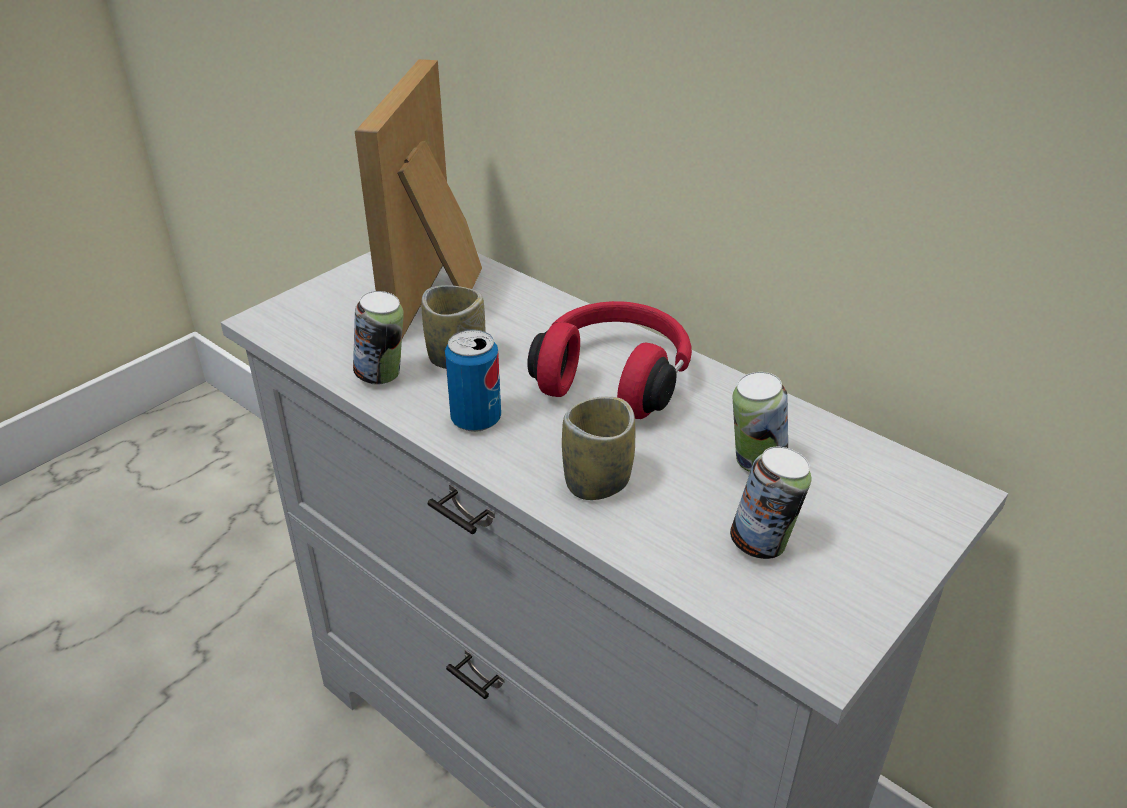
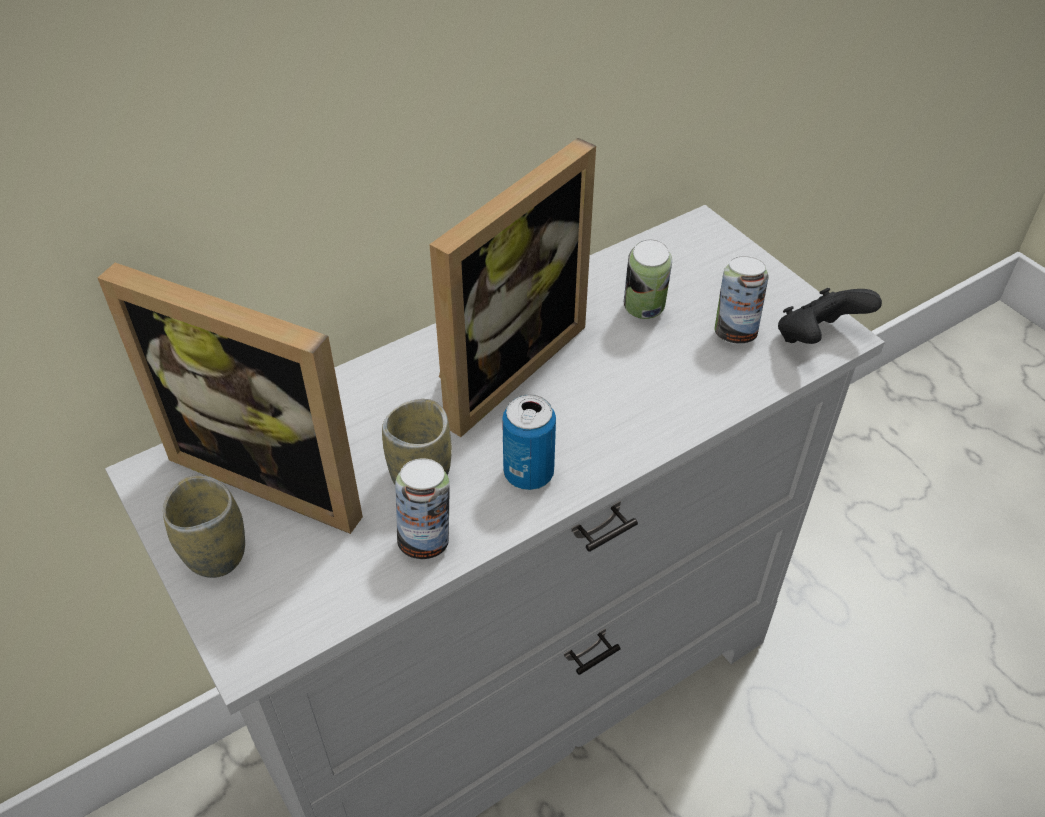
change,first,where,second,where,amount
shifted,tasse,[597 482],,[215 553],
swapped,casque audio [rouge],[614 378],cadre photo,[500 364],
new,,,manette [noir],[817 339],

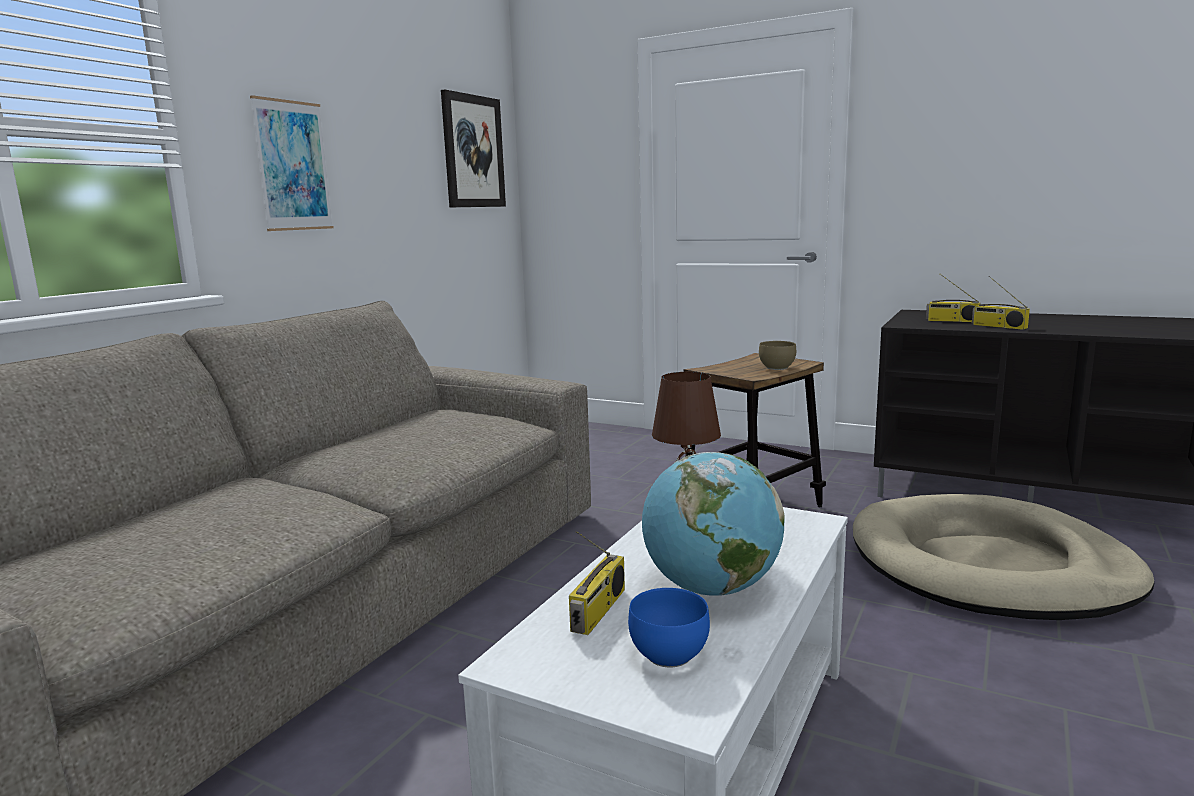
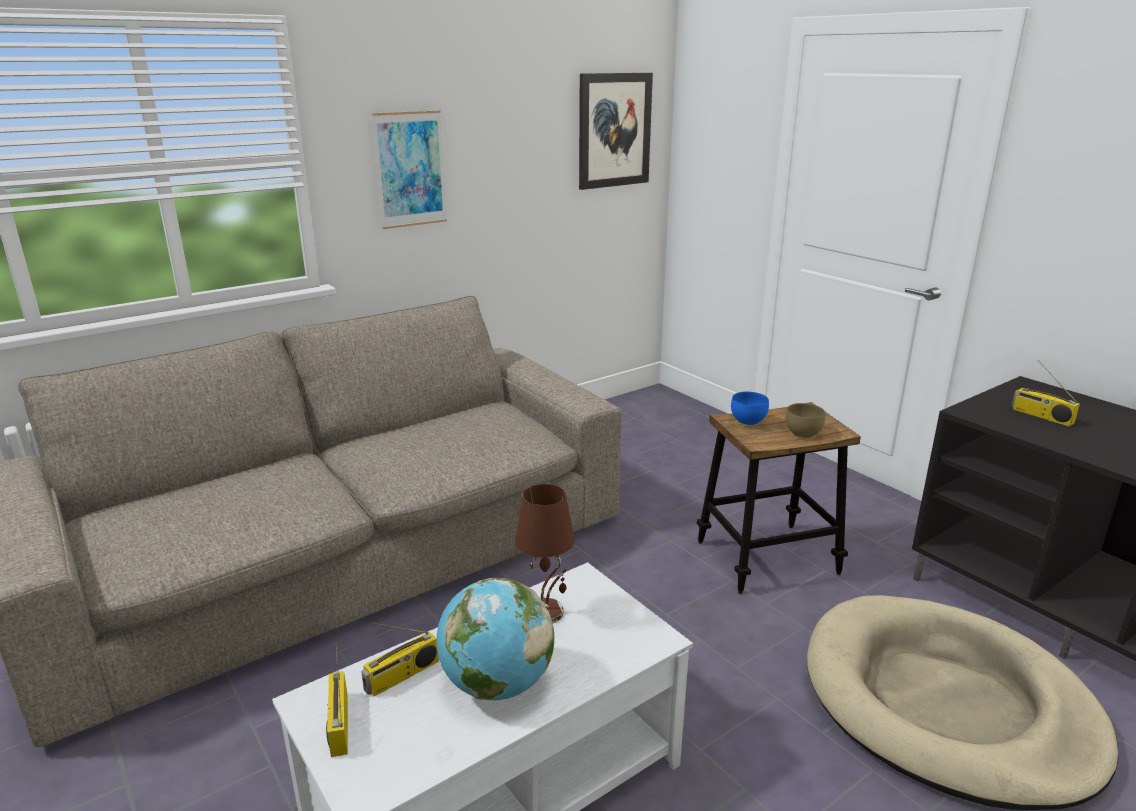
change,first,where,second,where,amount
shifted,radio,[998 326],,[338 723],
shifted,bol [bleu],[666 654],,[747 420],

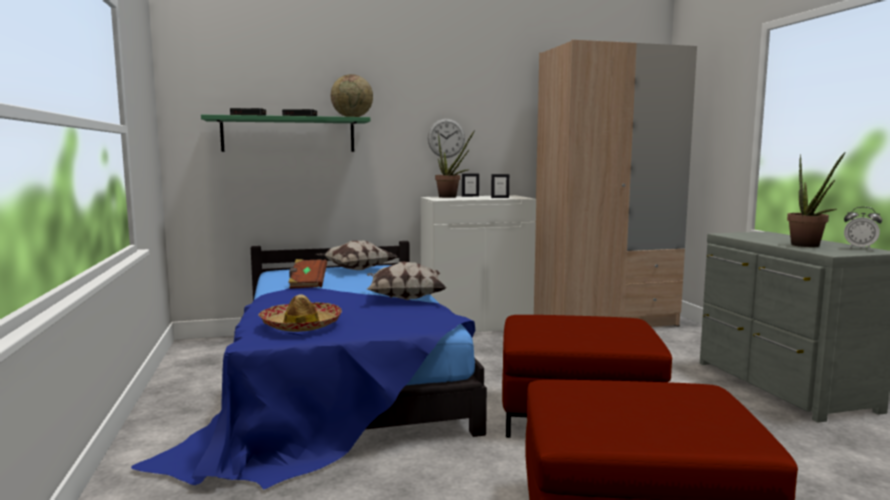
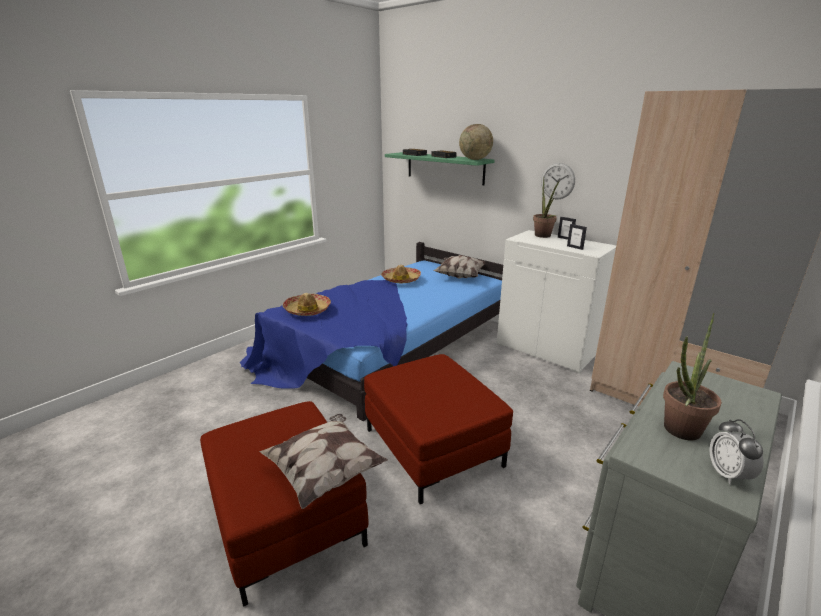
change,first,where,second,where,amount
shifted,coussin,[404 298],,[325 472],
swapped,livre [marron],[307 283],chapeau,[401 279],

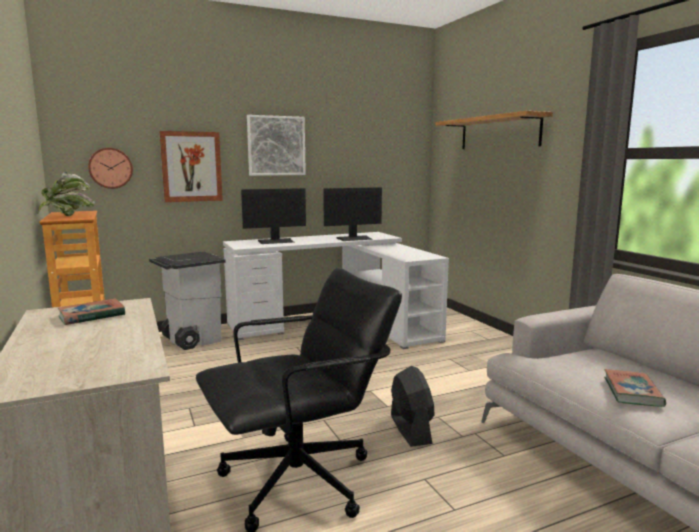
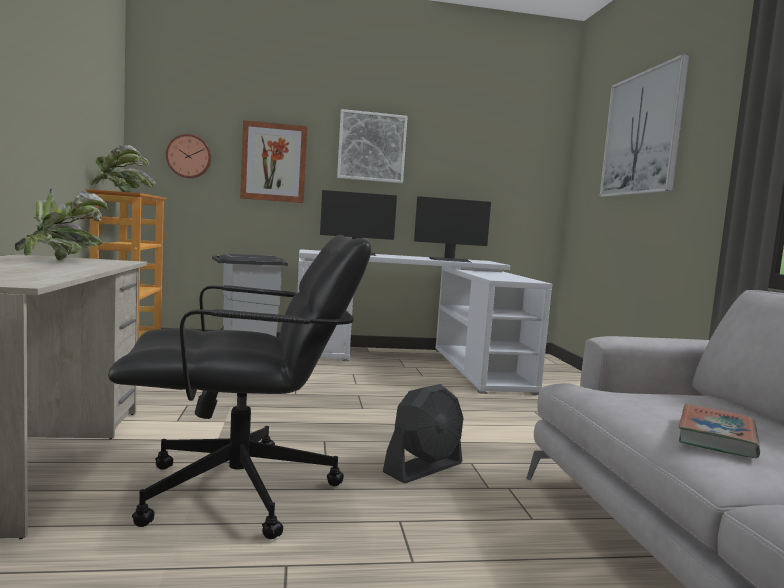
change,first,where,second,where,amount
swapped,livre,[92 316],plante en pot,[62 261],
rotated,ventilateur [noir],[410 429],,[424 468],45 degrees clockwise
swapped,étagère,[499 133],tableau,[642 134],

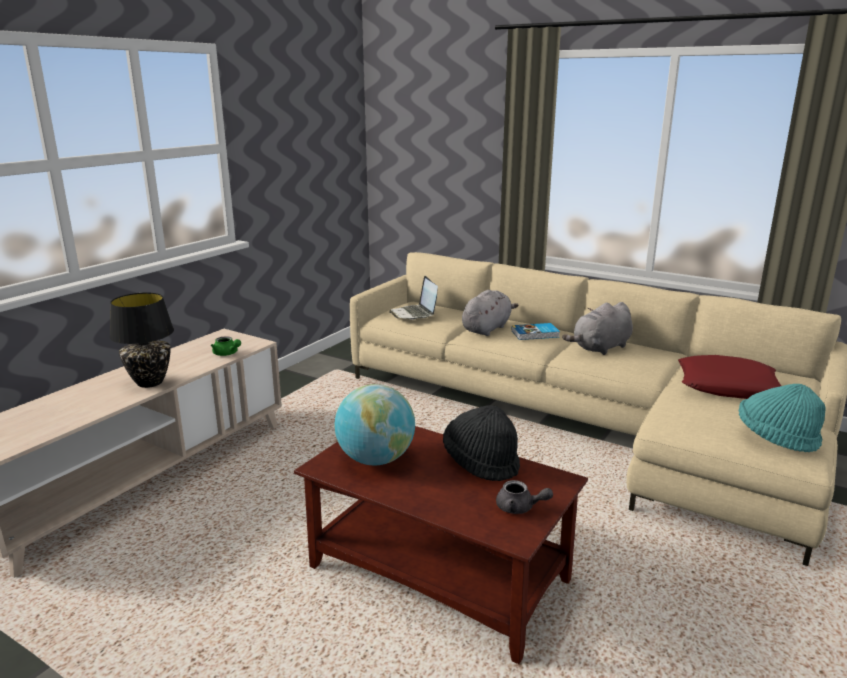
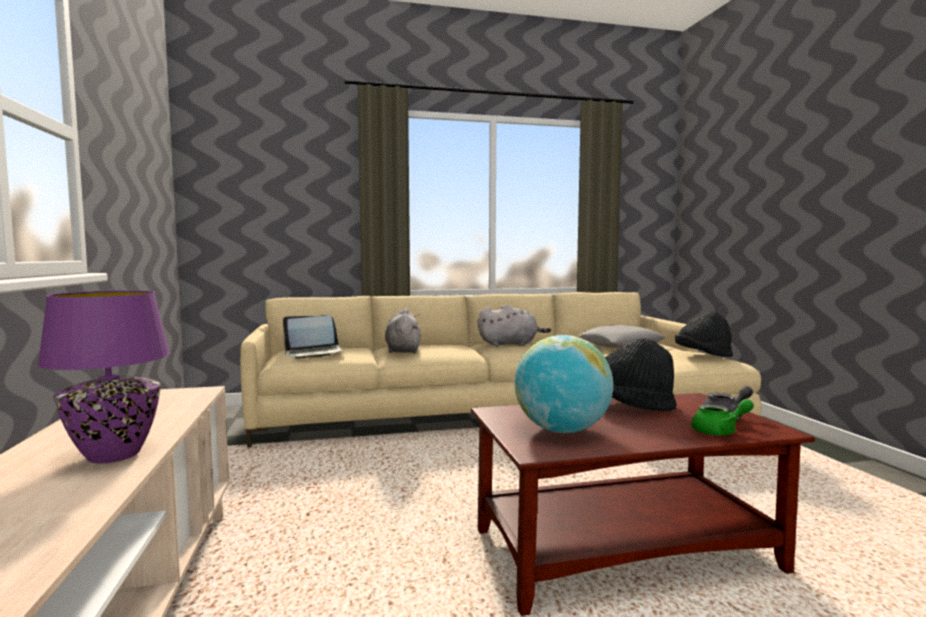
change,first,where,second,where,amount
repainted,lampe de table [noir],[150 383],lampe de table [violet],[115 455],
rotated,ordinateur portable,[414 314],,[314 353],45 degrees counterclockwise
rotated,peluche [gris],[600 348],,[510 344],105 degrees counterclockwise
repainted,coussin [rouge],[728 386],coussin [gris],[621 345],
repainted,chapeau [turquoise],[775 438],chapeau [noir],[703 356],
shifted,théière [vert],[227 354],,[720 431],
gone,livre,[535 334],,,

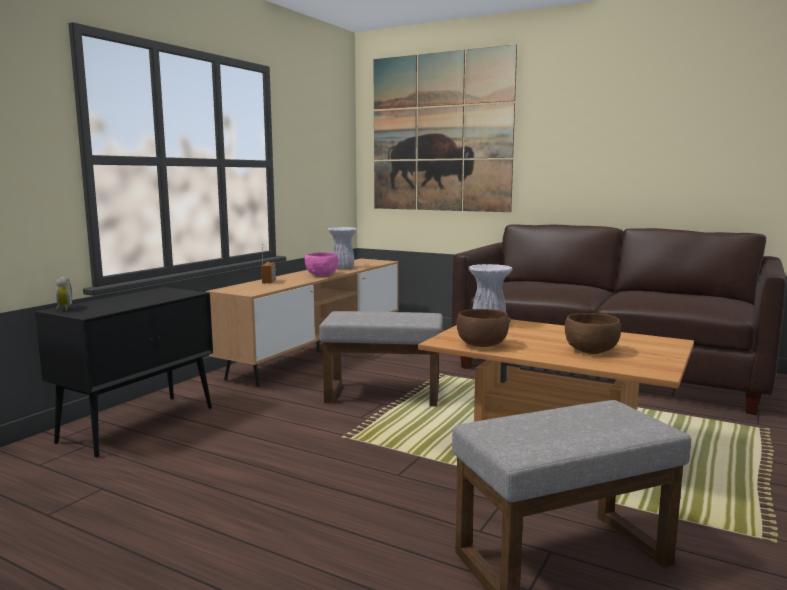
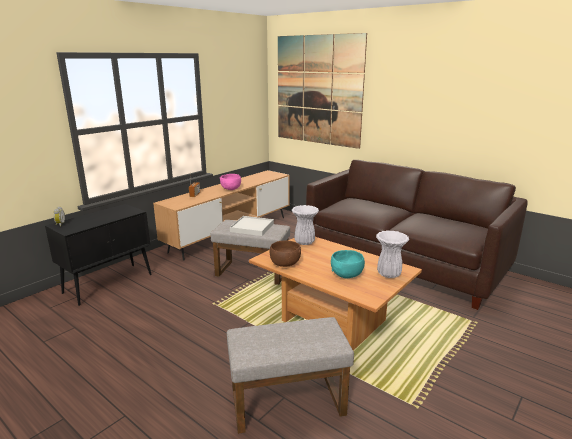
change,first,where,second,where,amount
new,,,plateau [blanc],[252 227],
repainted,bol [marron],[591 350],bol [turquoise],[347 274],
shifted,vase [blanc],[342 267],,[388 274],

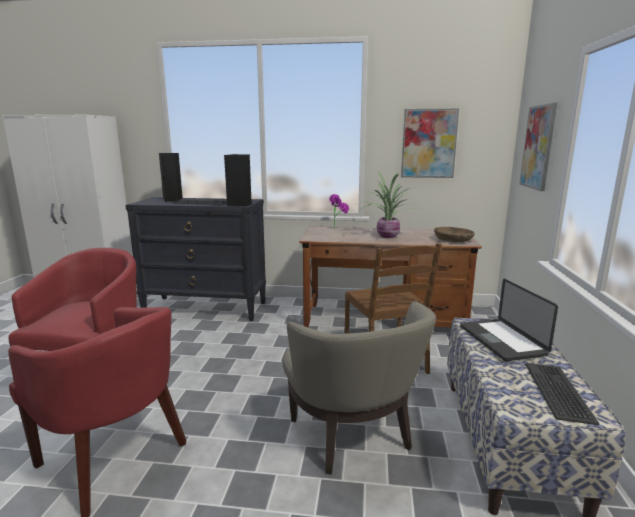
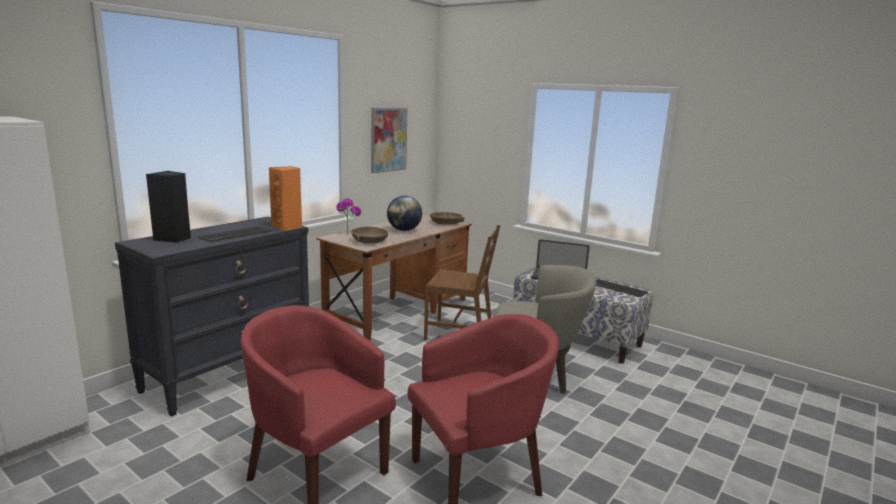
change,first,where,second,where,amount
repainted,enceinte [noir],[240 205],enceinte [orange],[287 227],
new,,,bol [marron],[369 240],
swapped,plante en pot,[388 236],globe,[404 230],
gone,tableau,[538 147],,,

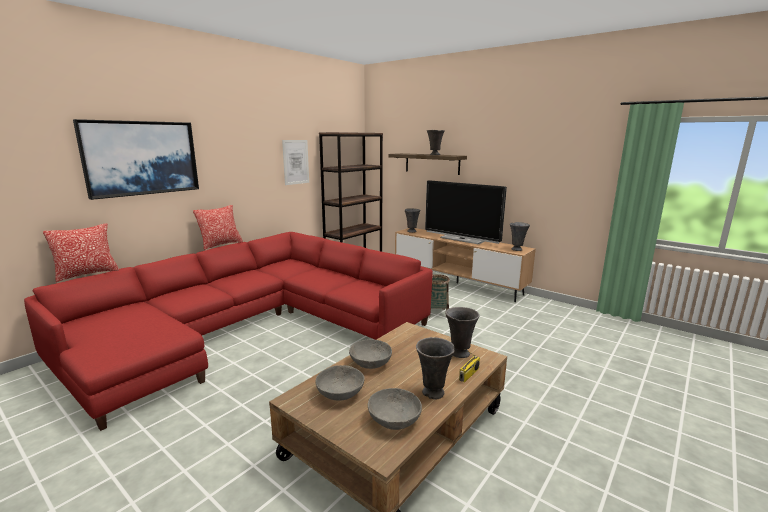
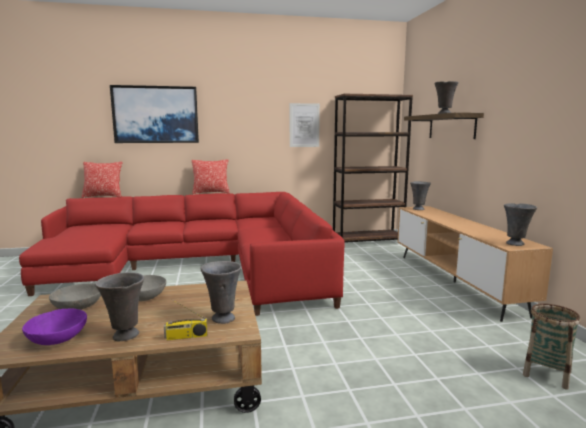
change,first,where,second,where,amount
repainted,bol [gris],[394 420],bol [violet],[58 338],
shifted,panier,[436 313],,[546 373],
gone,téléviseur,[462 239],,,

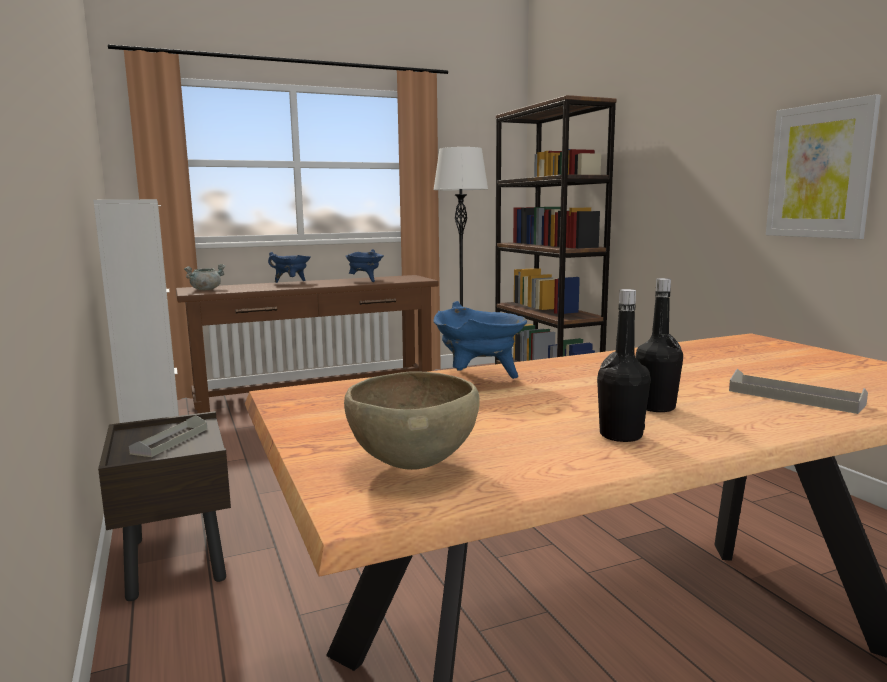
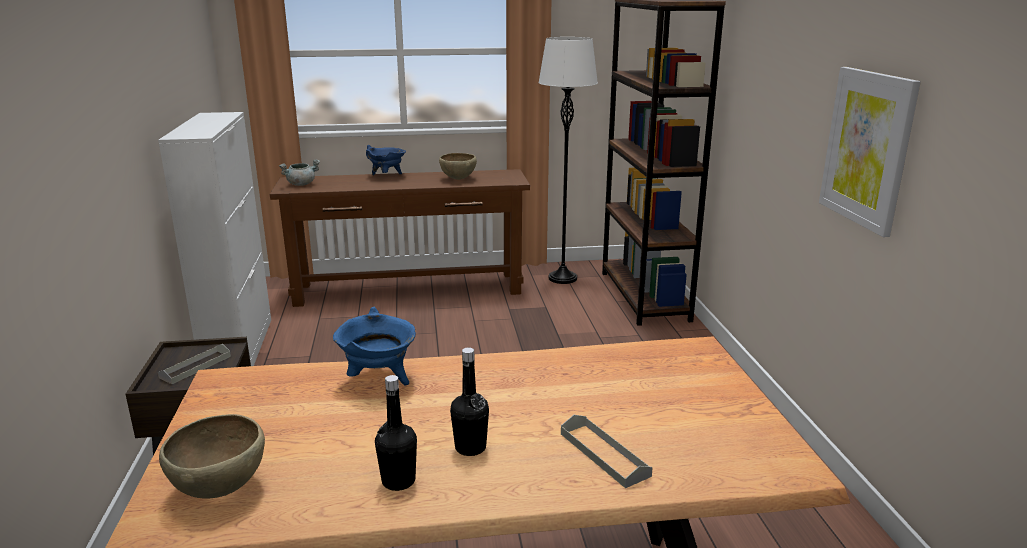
change,first,where,second,where,amount
swapped,marmite [bleu],[365 281],bol [marron],[458 179],

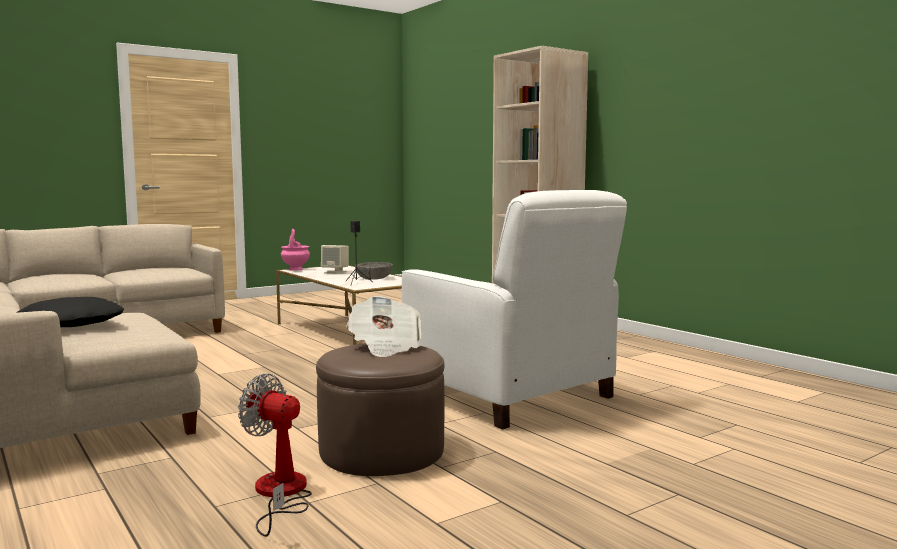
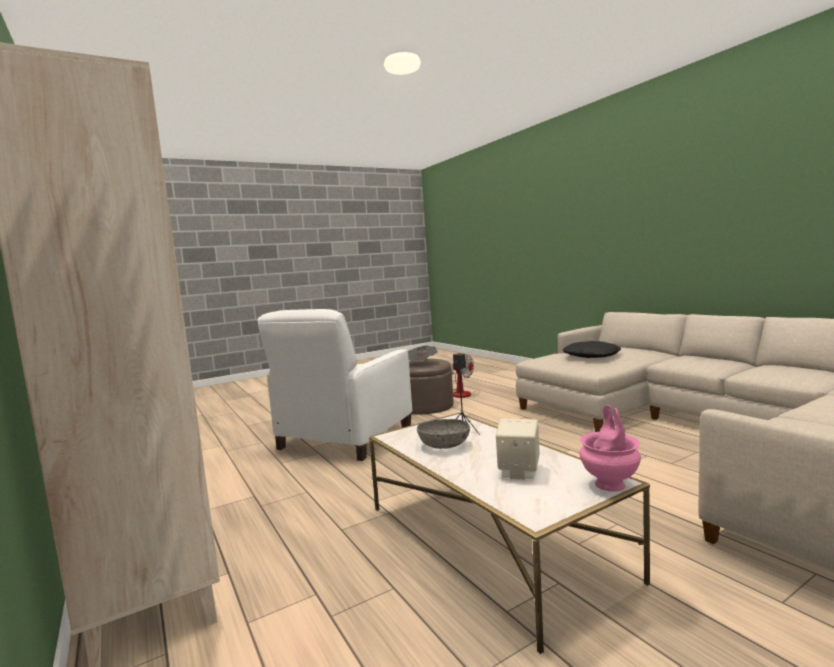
change,first,where,second,where,amount
rotated,fauteuil [blanc],[510 395],,[345 438],120 degrees counterclockwise

